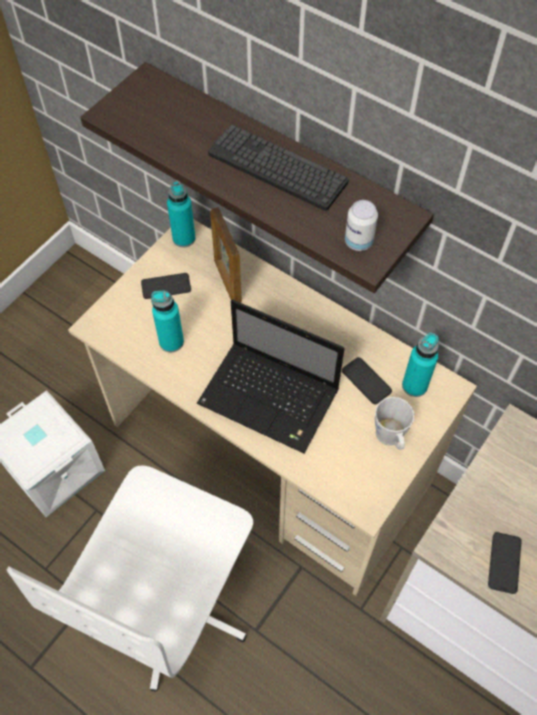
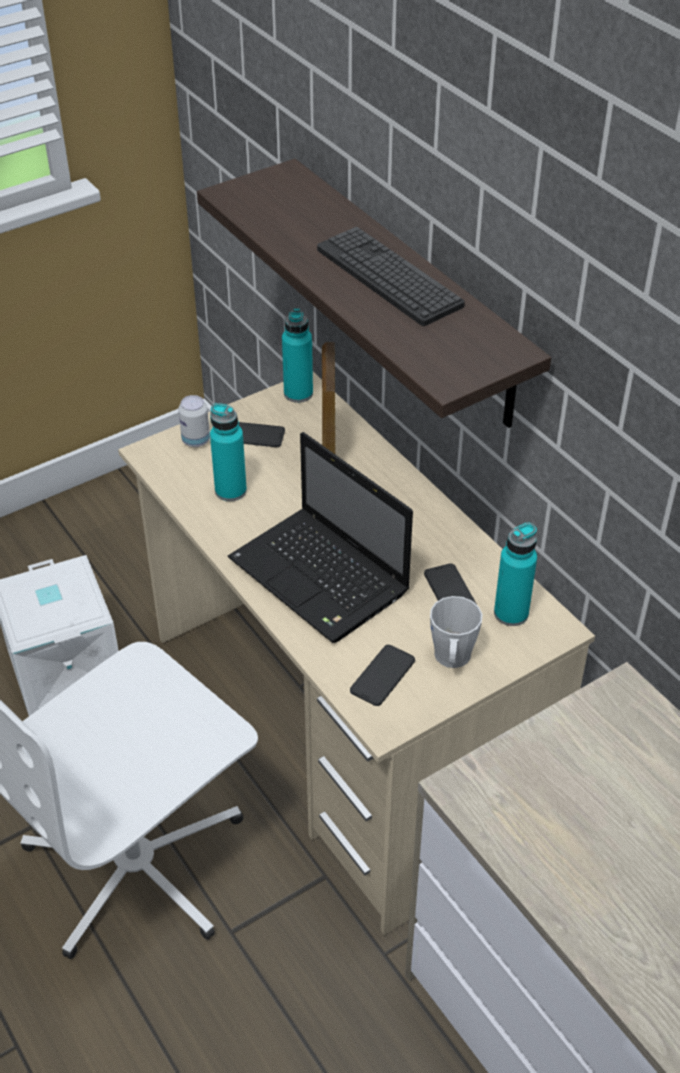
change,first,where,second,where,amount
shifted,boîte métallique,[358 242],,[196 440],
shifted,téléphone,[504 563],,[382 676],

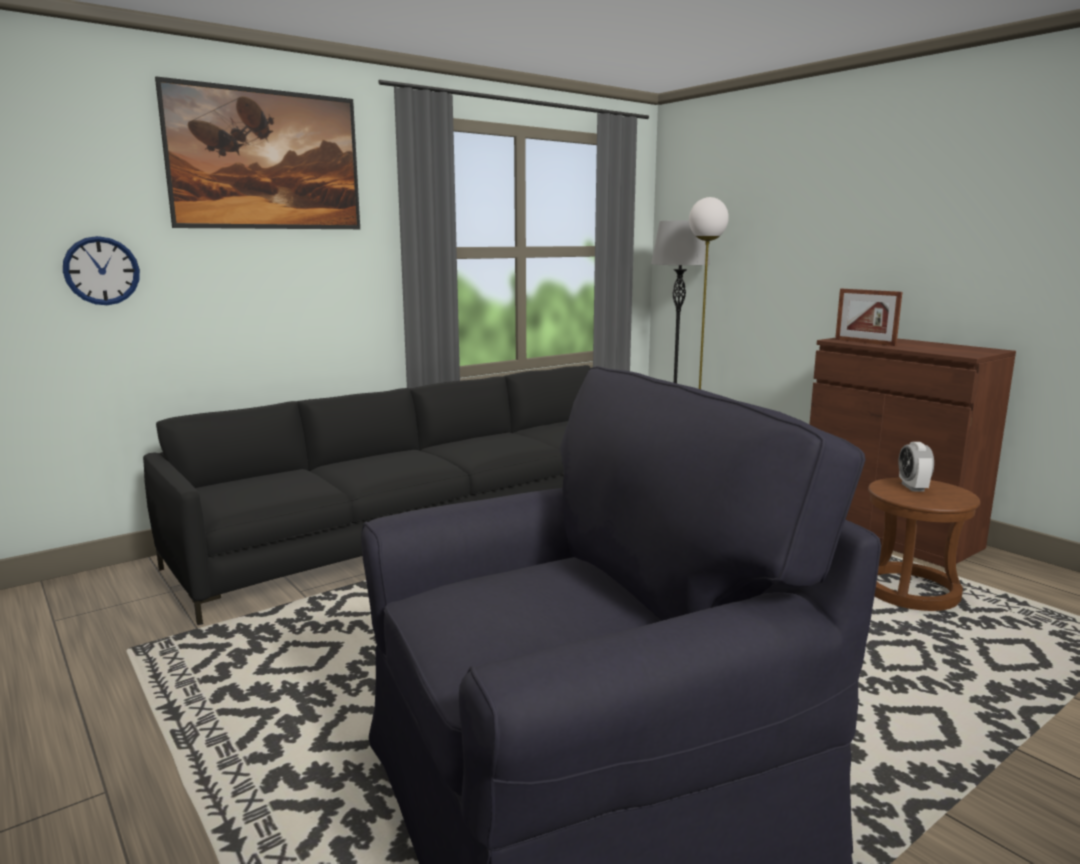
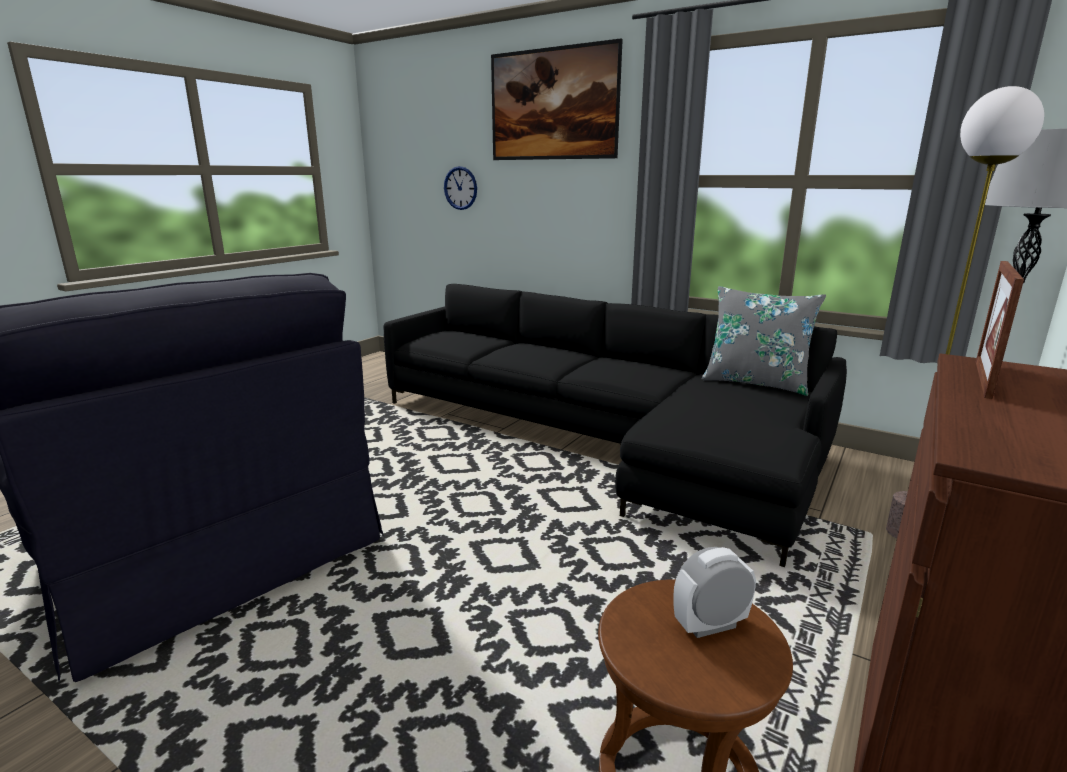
change,first,where,second,where,amount
new,,,coussin [gris],[755 383],

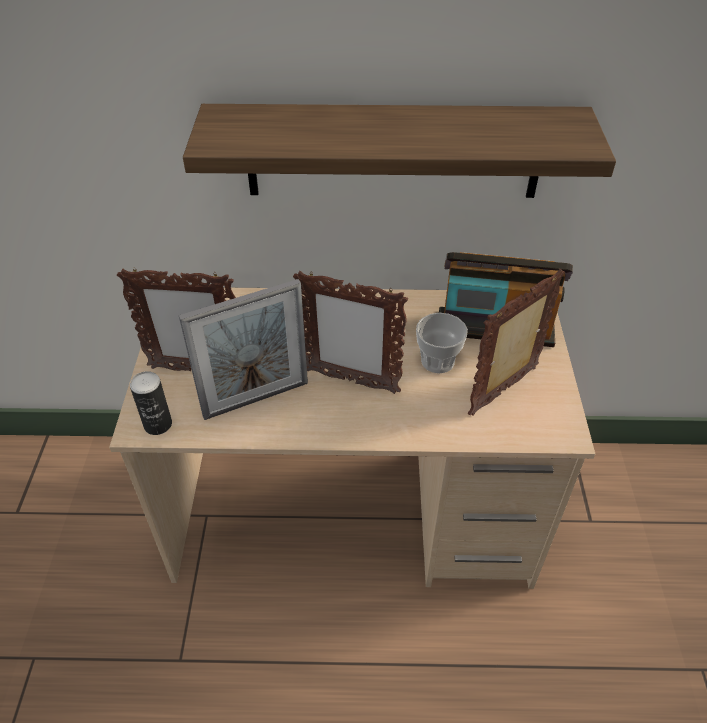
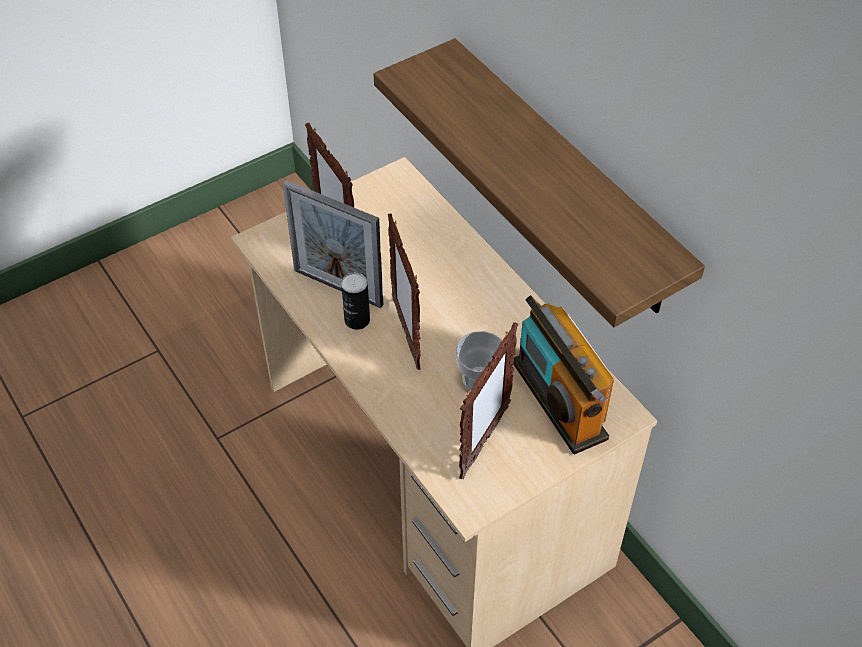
change,first,where,second,where,amount
shifted,boîte métallique,[158 424],,[357 320],
rotated,cadre photo,[504 391],,[484 442],105 degrees clockwise

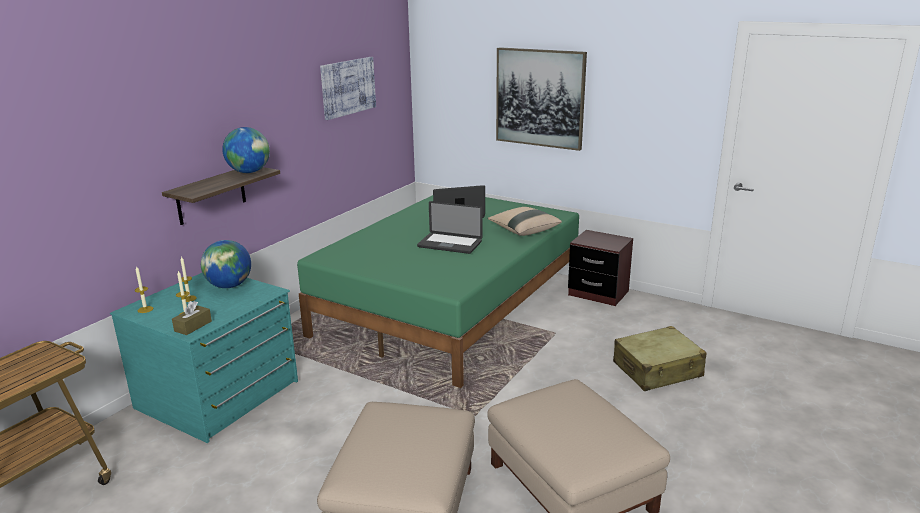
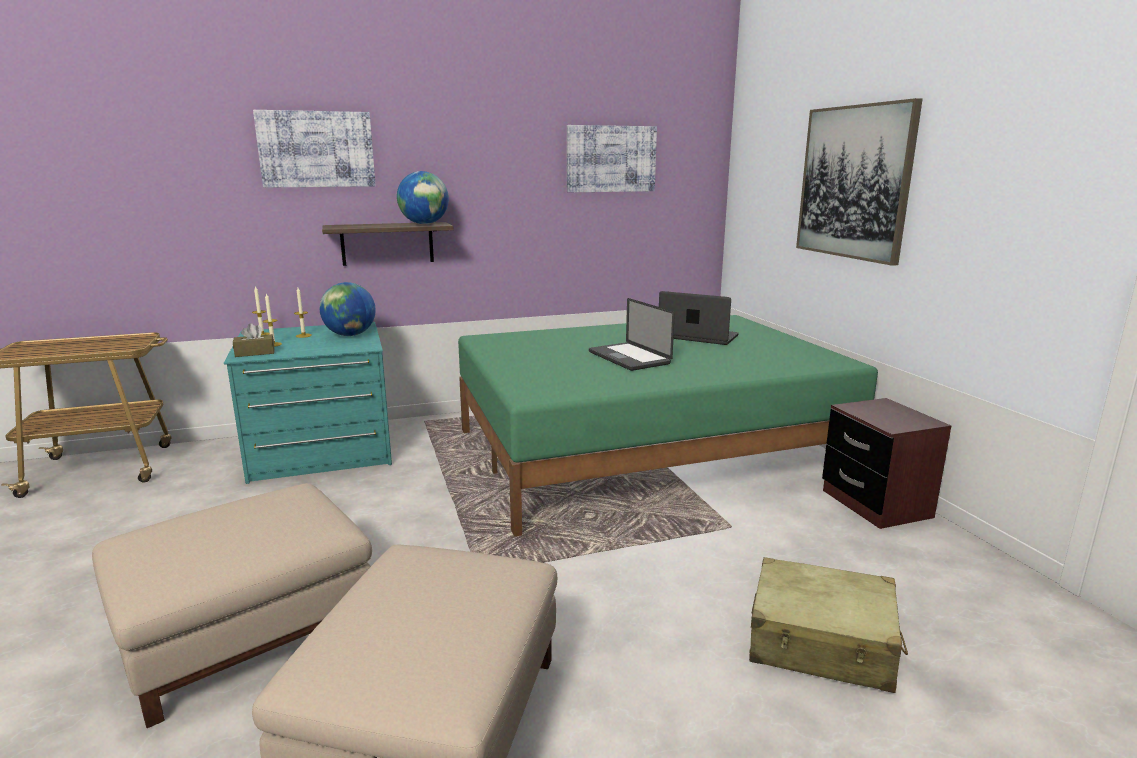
change,first,where,second,where,amount
new,,,tableau,[316 149],
gone,coussin [beige],[523 230],,,

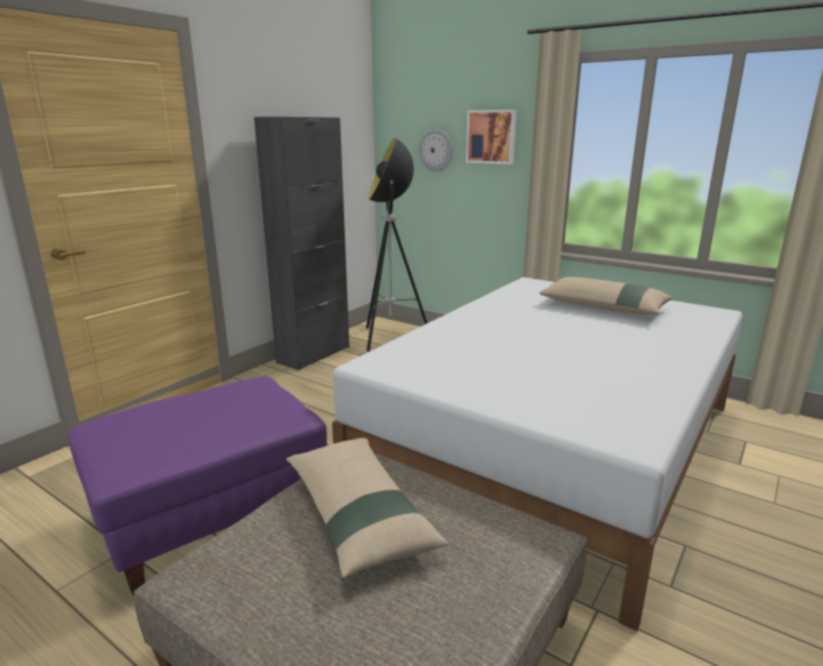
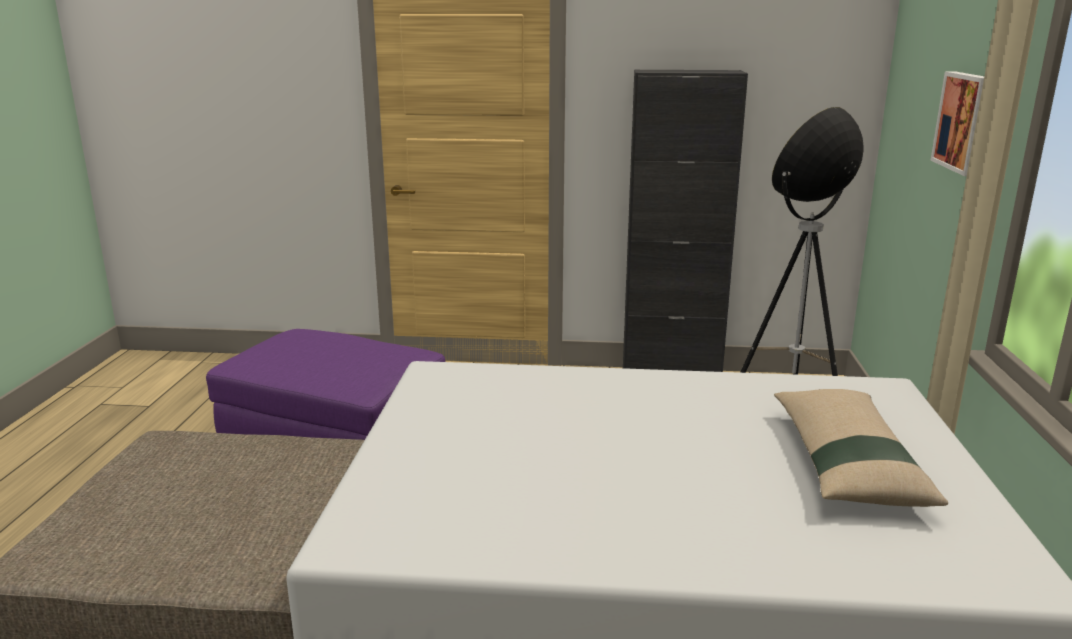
change,first,where,second,where,amount
gone,coussin [beige],[358 514],,,
gone,horloge murale,[436 150],,,

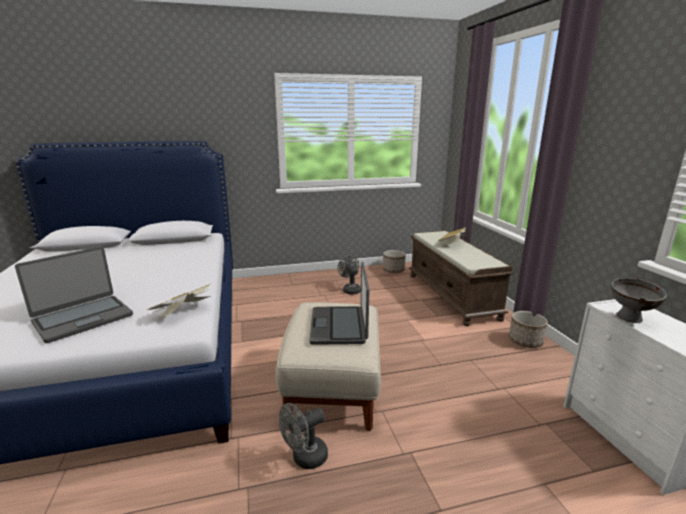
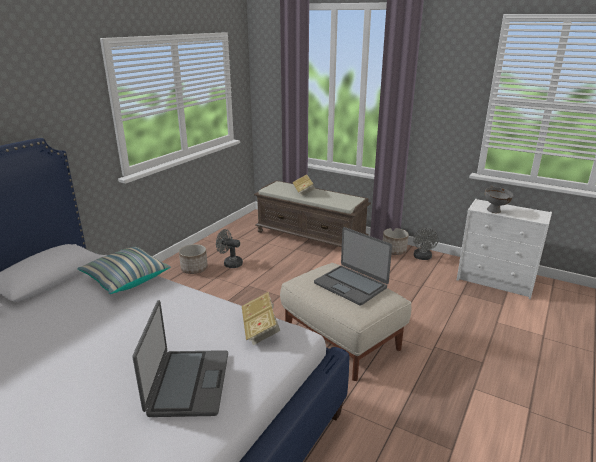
change,first,where,second,where,amount
new,,,coussin,[125 279],
shifted,cache-pot,[393 270],,[194 269],
shifted,ventilateur [gris],[305 458],,[422 258],

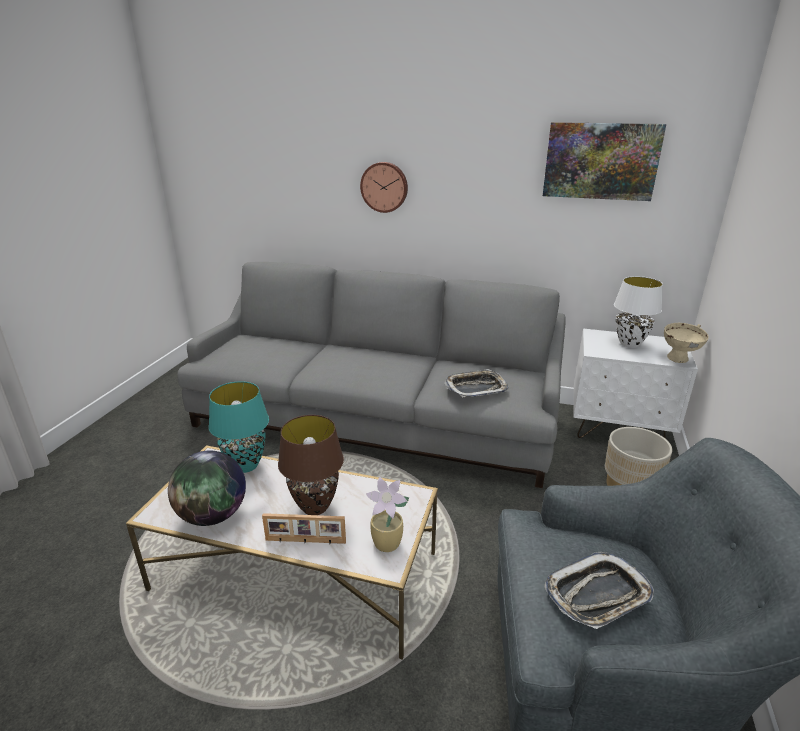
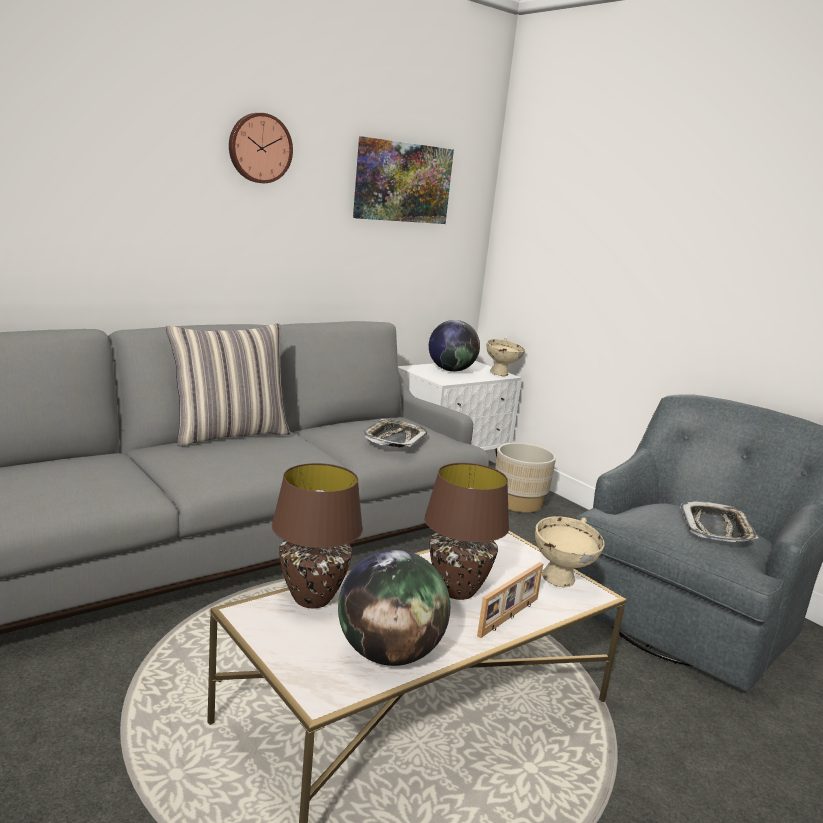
change,first,where,second,where,amount
new,,,coussin,[229 434],
shifted,horloge murale,[384 187],,[259 148],
repainted,lampe de table [turquoise],[246 465],lampe de table [marron],[312 598],
swapped,lampe de table [blanc],[629 344],globe,[451 370],
swapped,plante en pot,[388 544],bol [beige],[561 581],

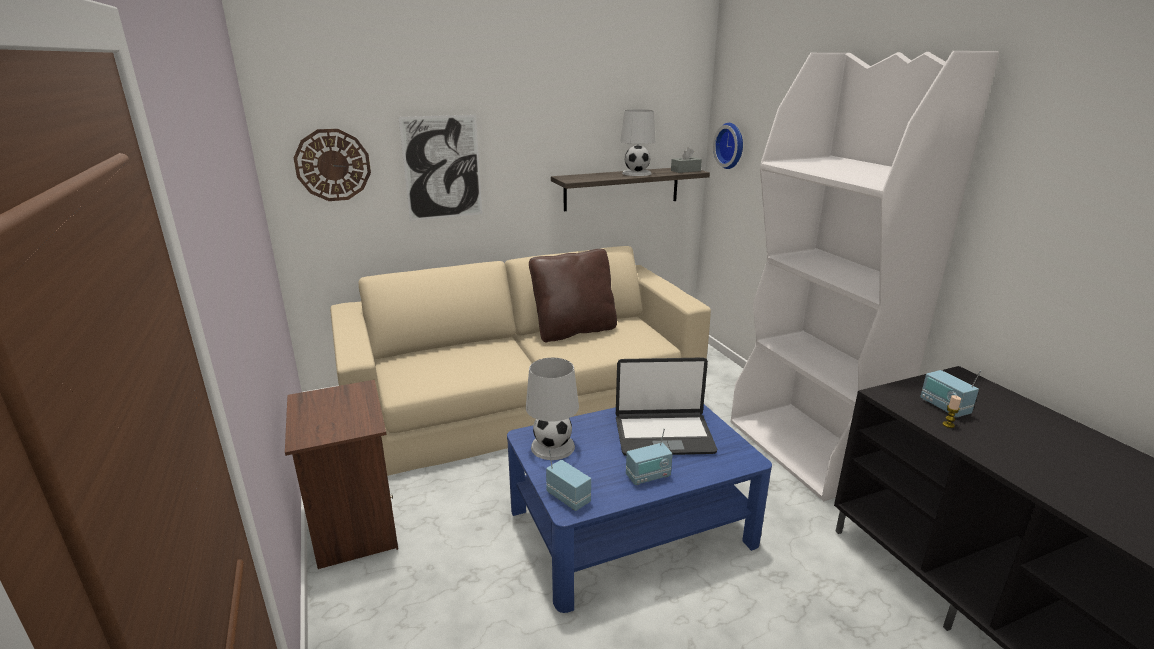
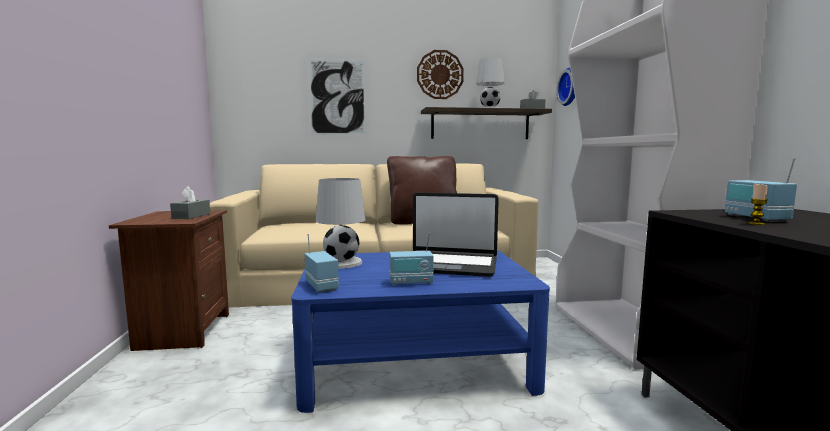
change,first,where,second,where,amount
new,,,boîte à mouchoirs [gris],[191 216],
shifted,horloge murale,[333 165],,[440 74],

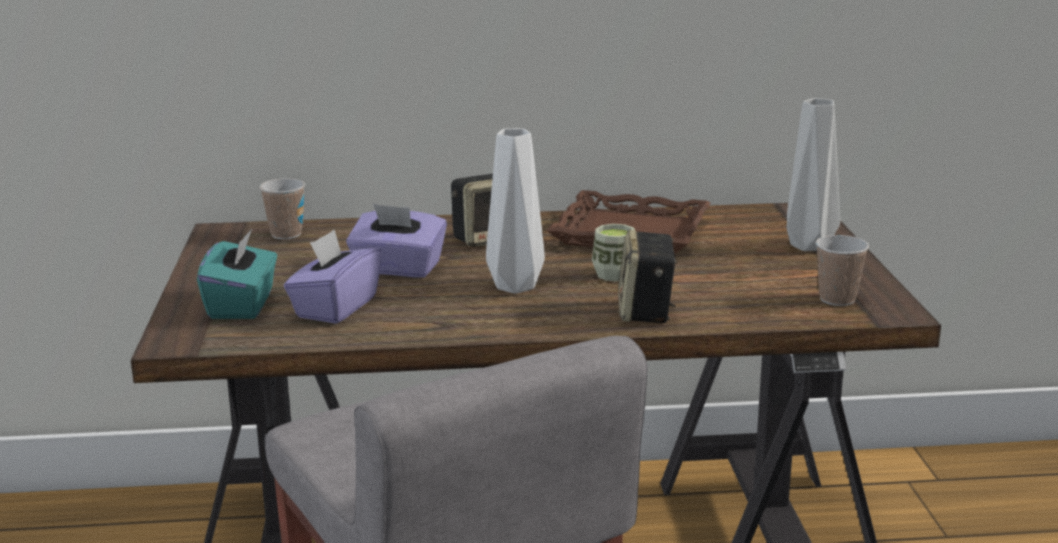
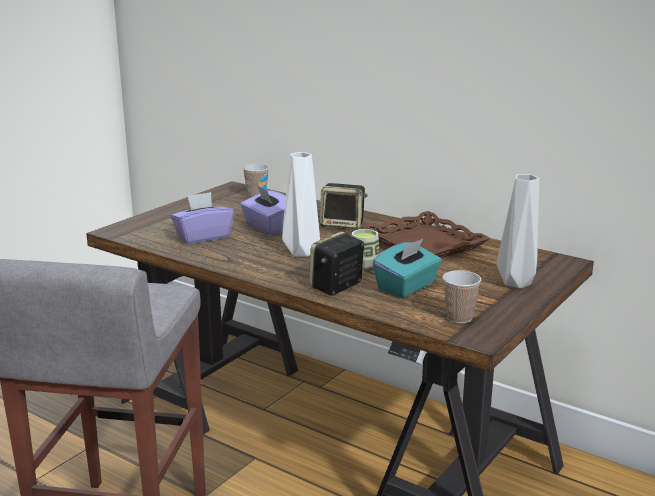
change,first,where,second,where,amount
shifted,boîte à mouchoirs [turquoise],[242 305],,[407 287],

